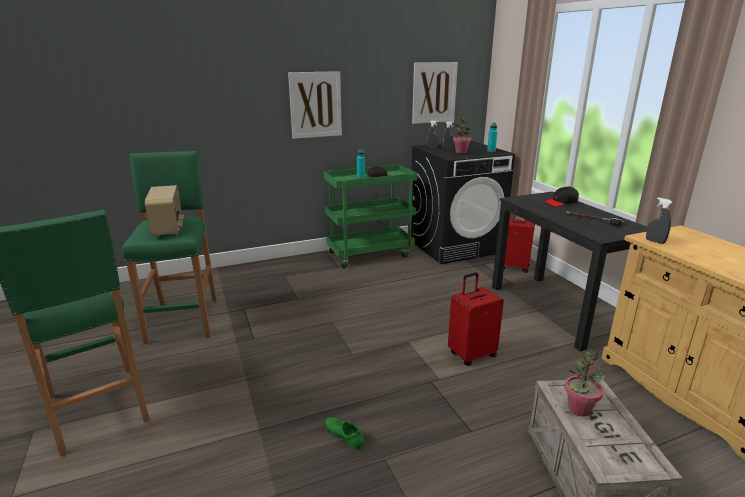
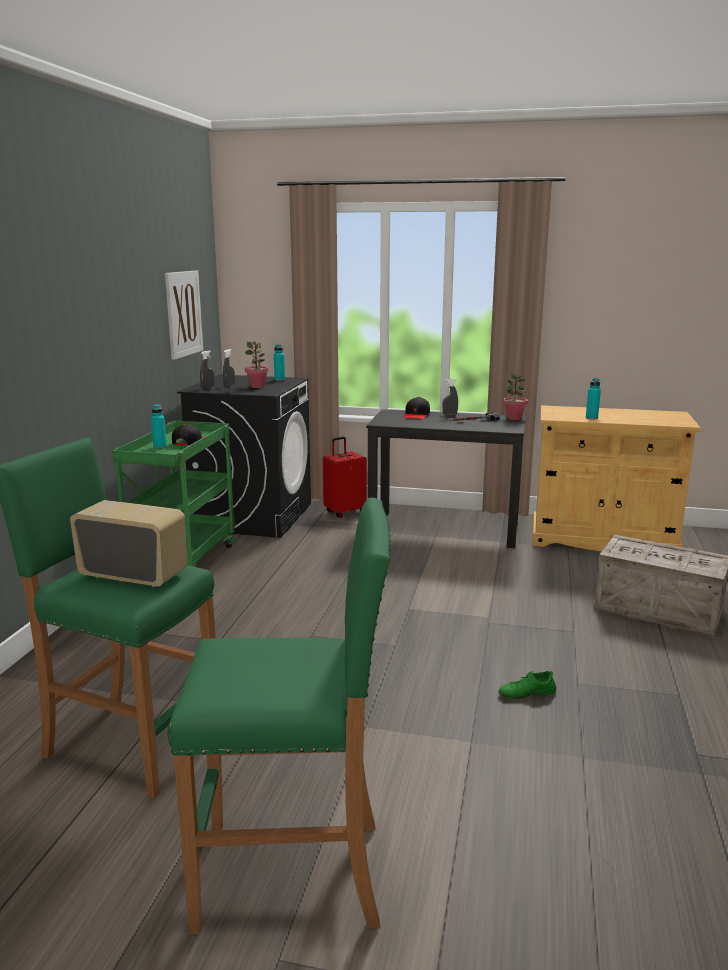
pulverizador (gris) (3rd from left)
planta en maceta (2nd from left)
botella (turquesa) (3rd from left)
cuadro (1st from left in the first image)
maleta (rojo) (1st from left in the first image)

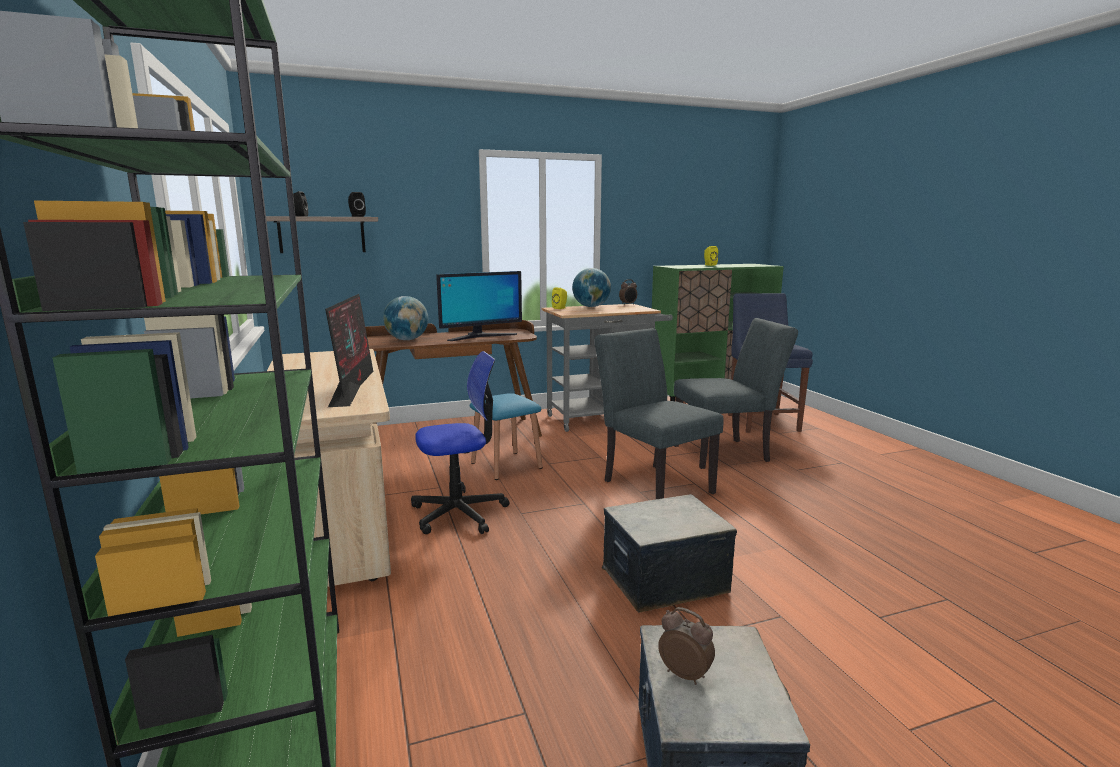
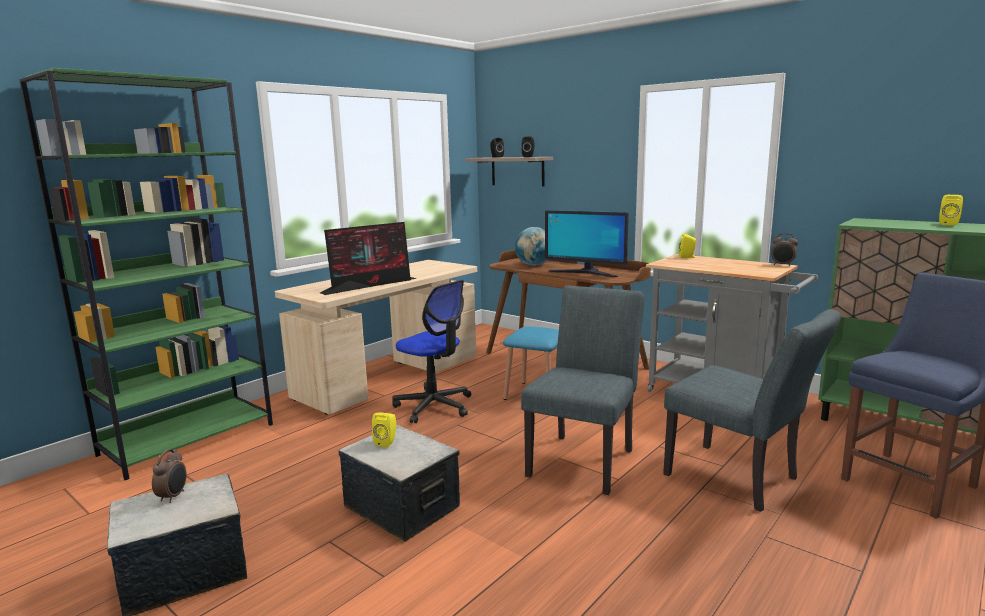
altavoz (amarillo) (1st from left)
globo terráqueo (2nd from left in the first image)

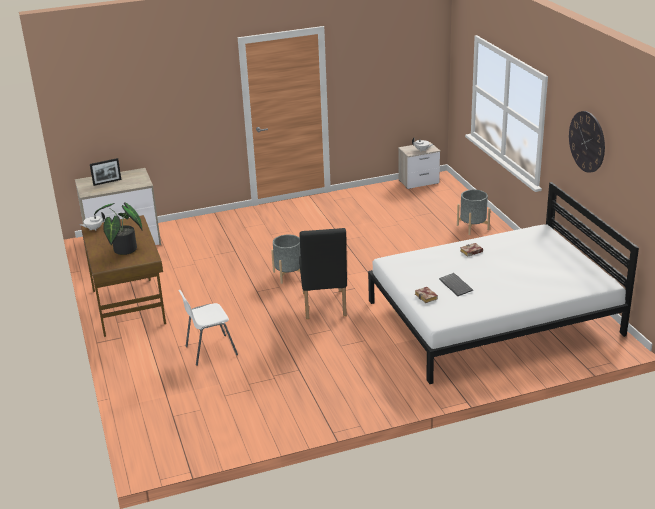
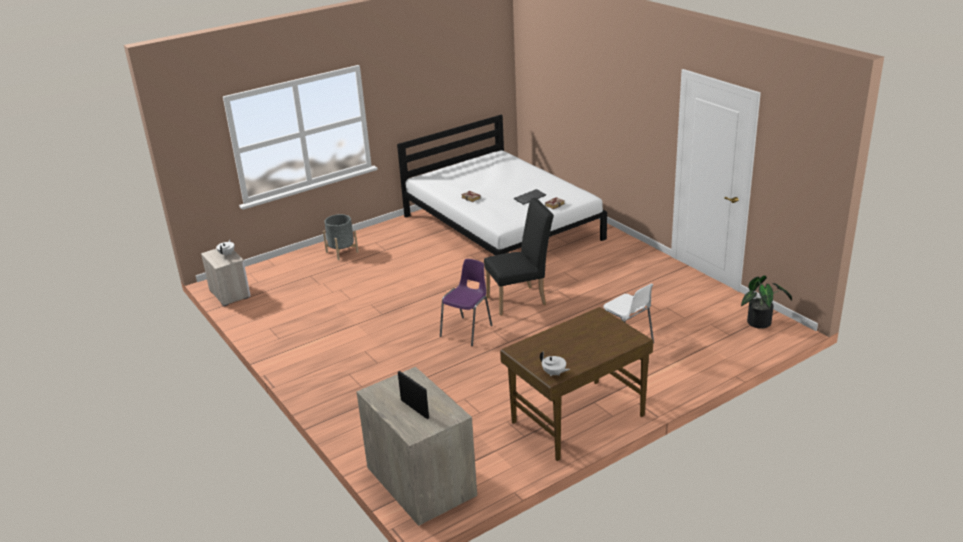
silla (morado)
planta en maceta
reloj de pared

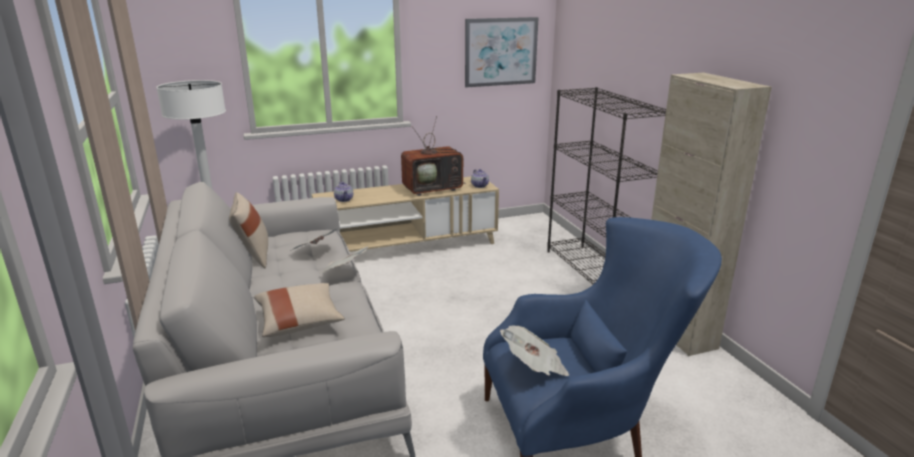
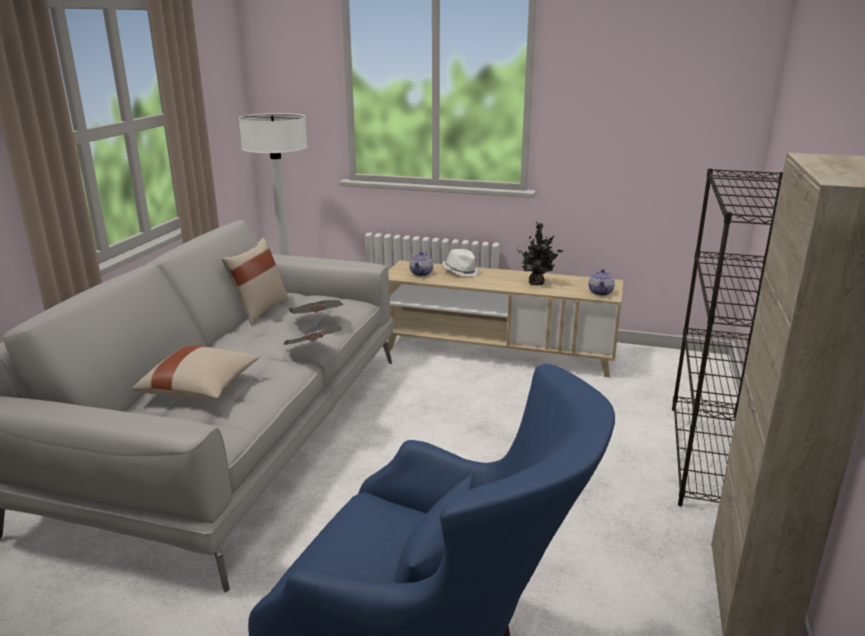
sombrero (blanco)
planta en maceta
cuadro
periódico (3rd from left in the first image)

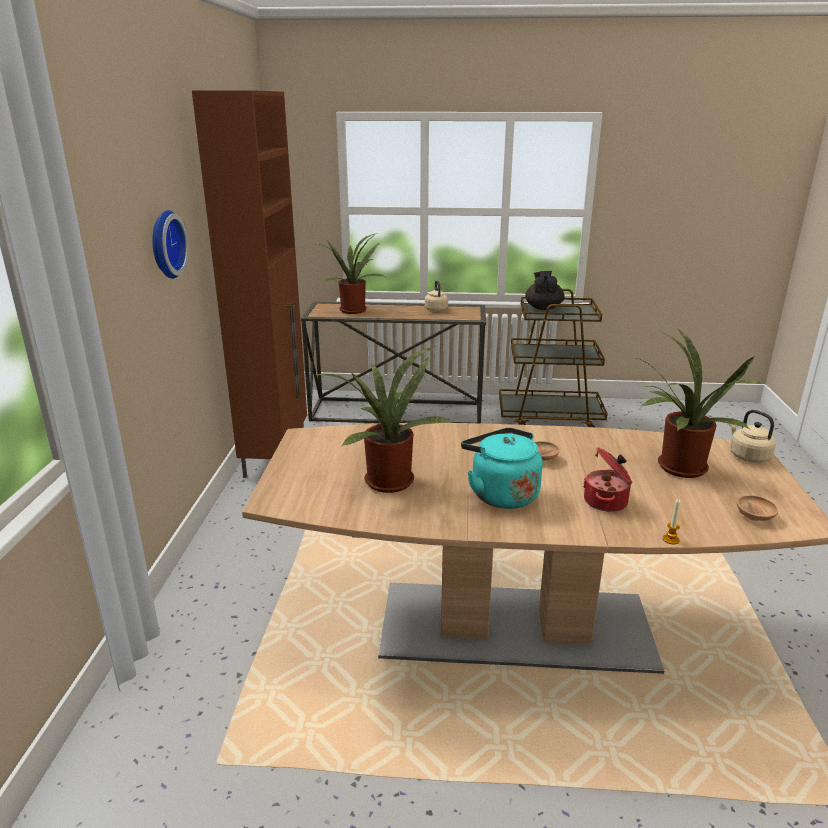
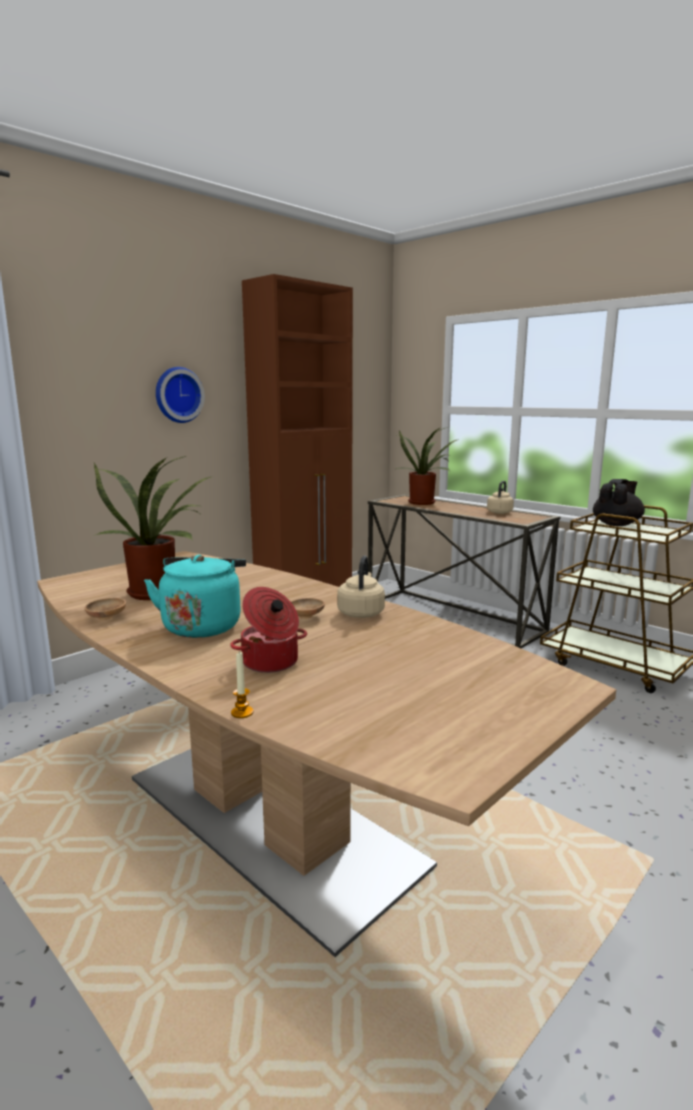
cuenco (marrón) (1st from left)
hervidor (beis) (1st from left)
planta en maceta (3rd from left in the first image)

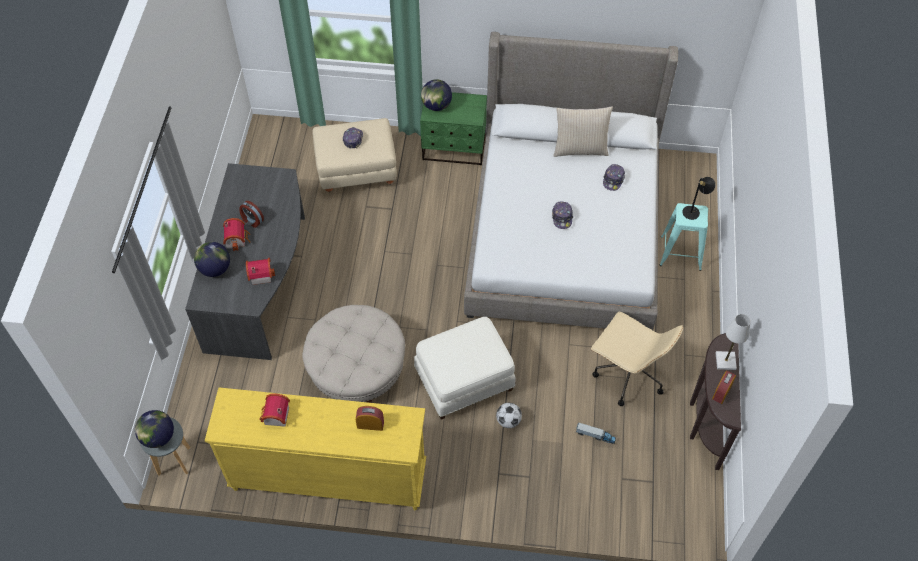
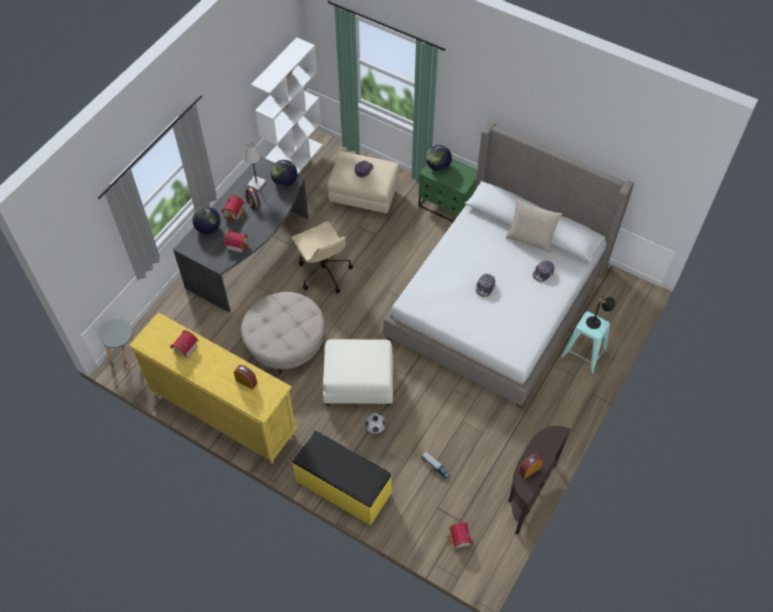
lámpara de mesa (blanco)
estantería (blanco)
globo terráqueo (2nd from left)
silla de oficina (beis)
banco (amarillo)
casita (4th from left)

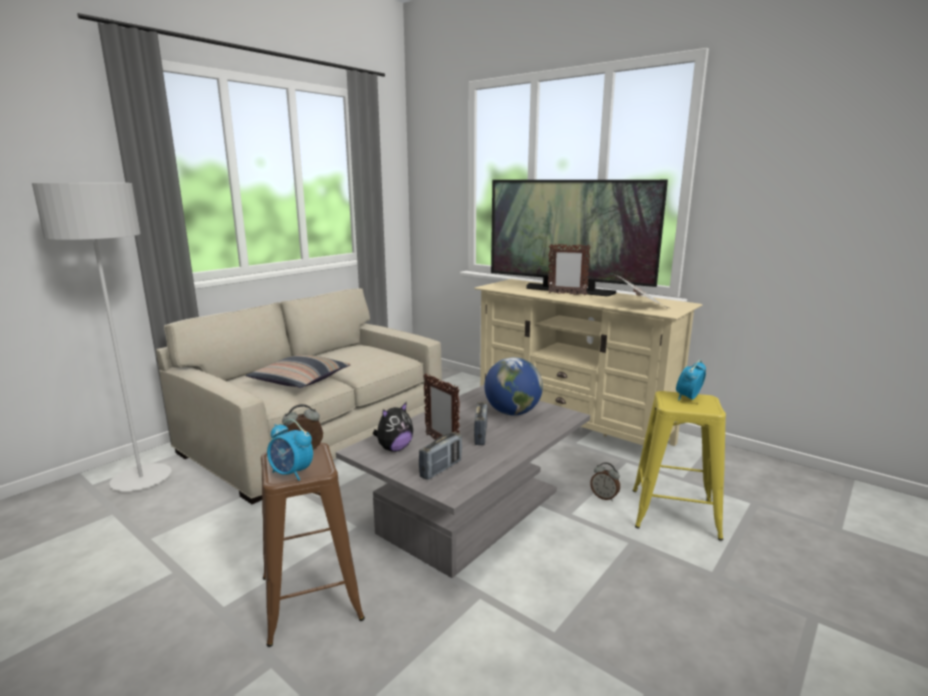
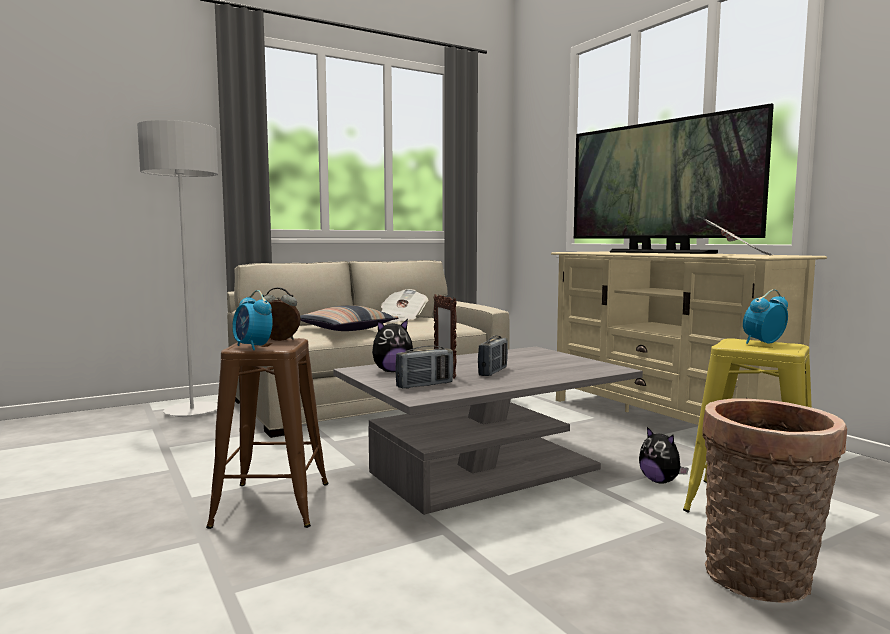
periódico (1st from left)
peluche (2nd from left)
cesta
globo terráqueo
portarretratos (2nd from left in the first image)

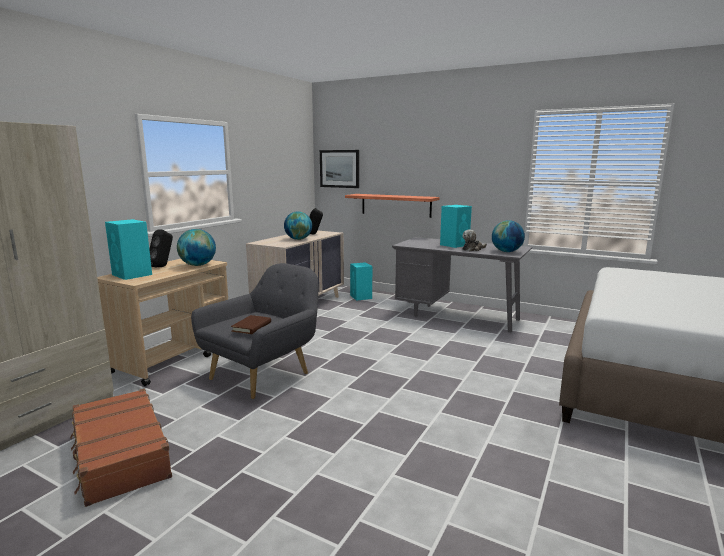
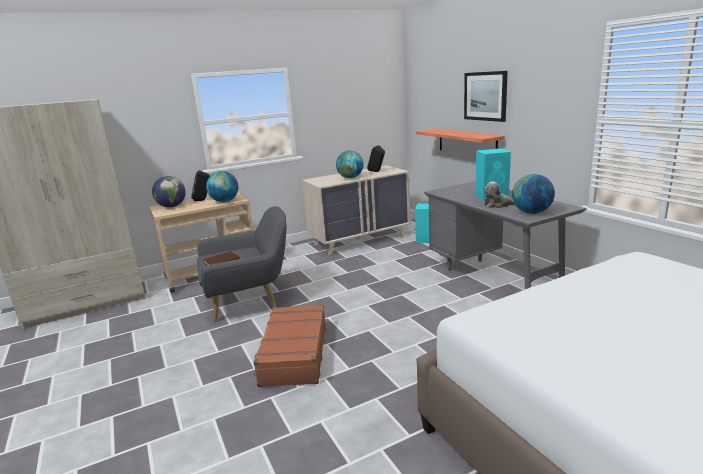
globo terráqueo (1st from left)
maleta (marrón)
cuadro

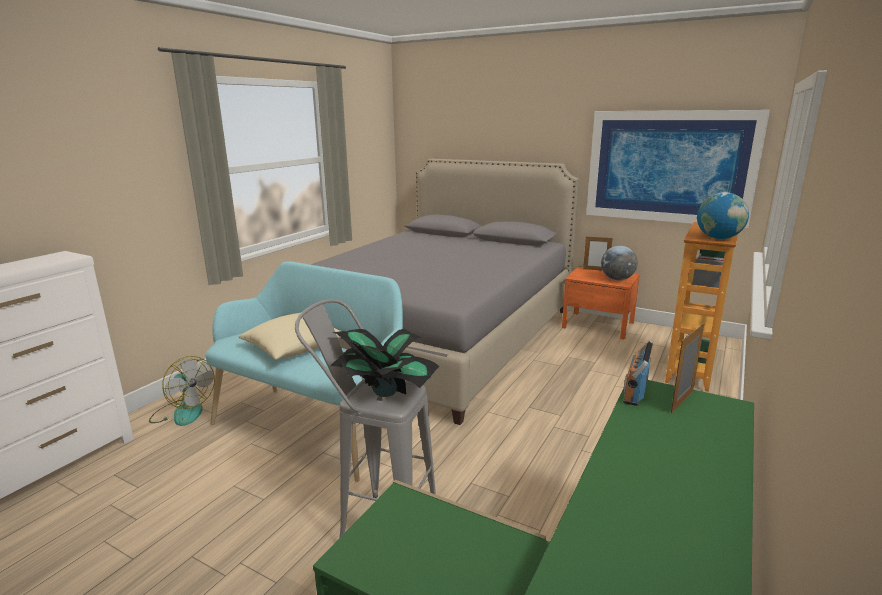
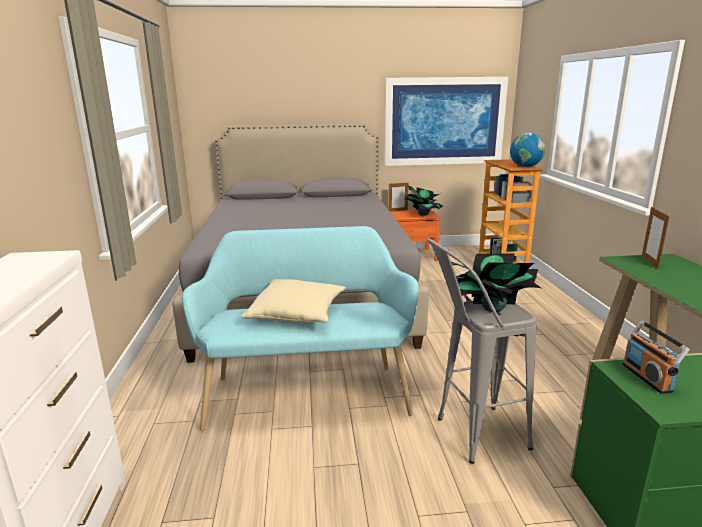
planta en maceta (1st from left)
radio
ventilador

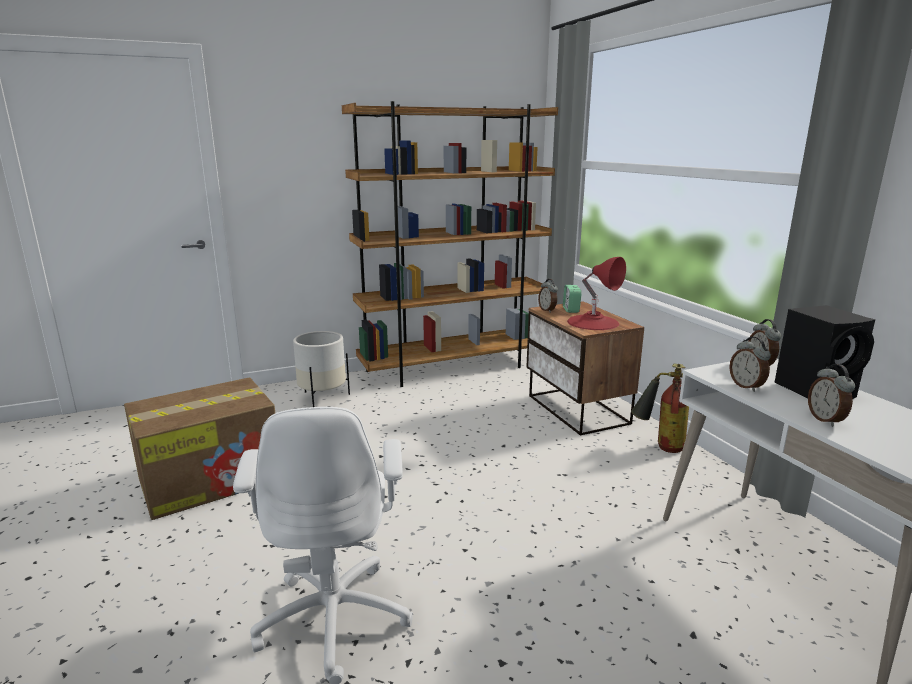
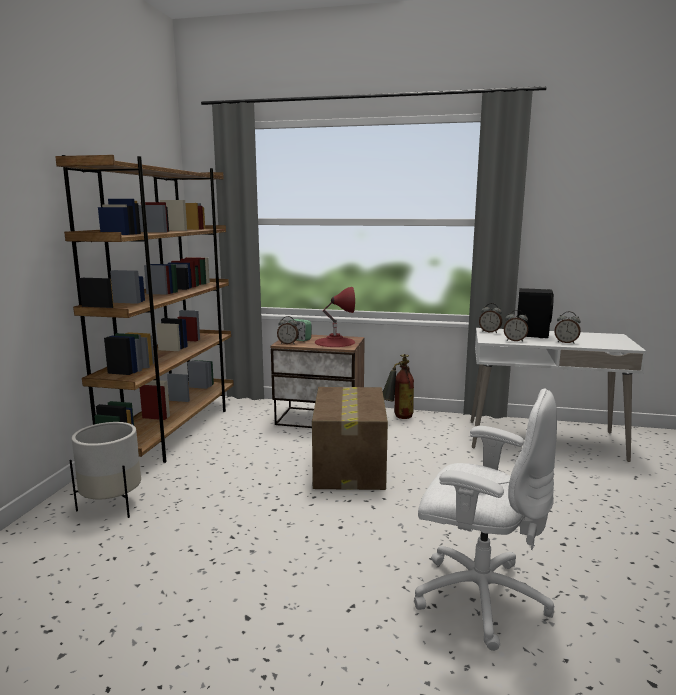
caja de cartón

